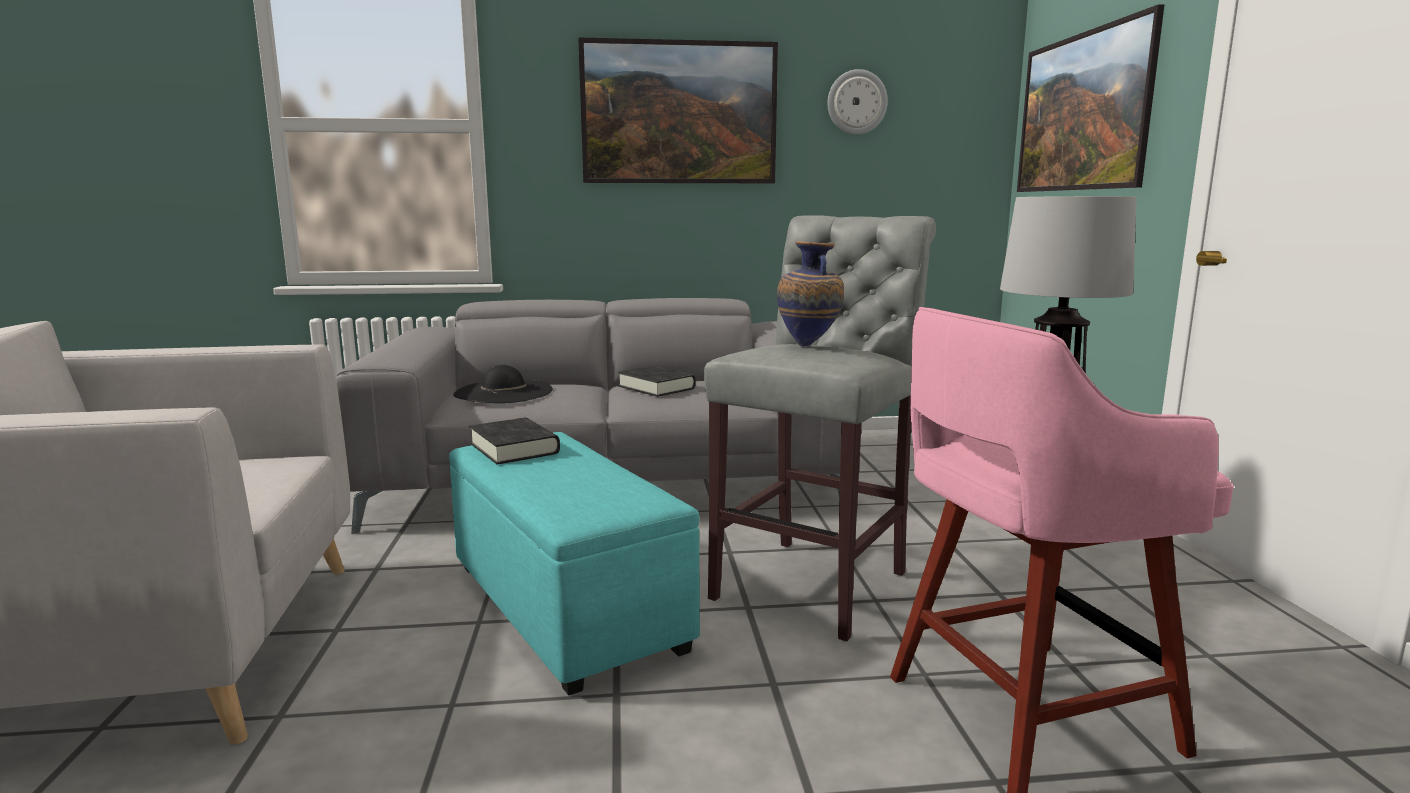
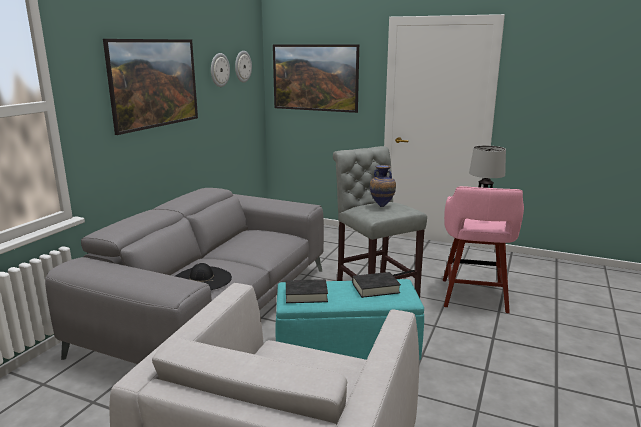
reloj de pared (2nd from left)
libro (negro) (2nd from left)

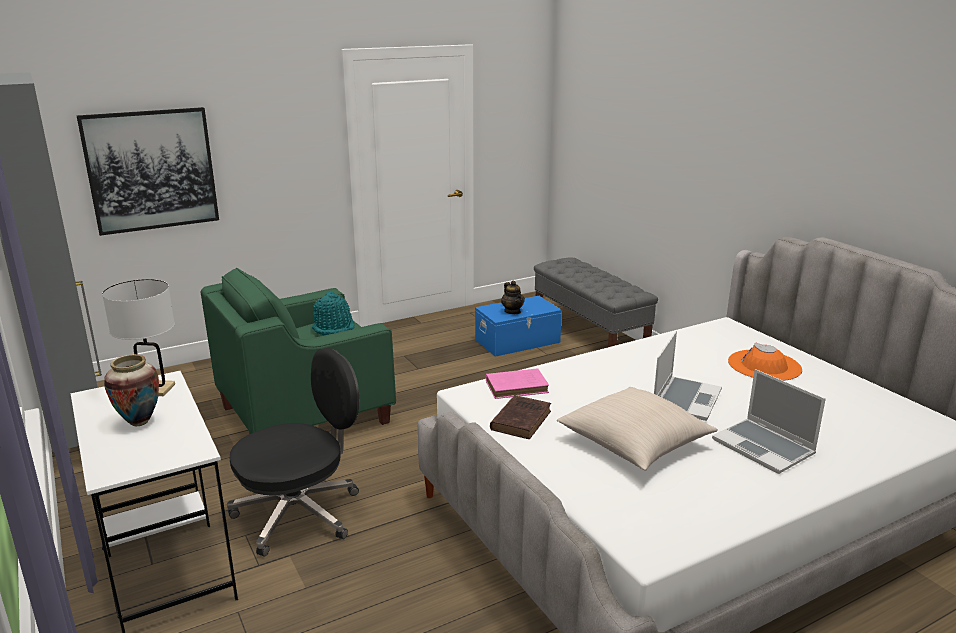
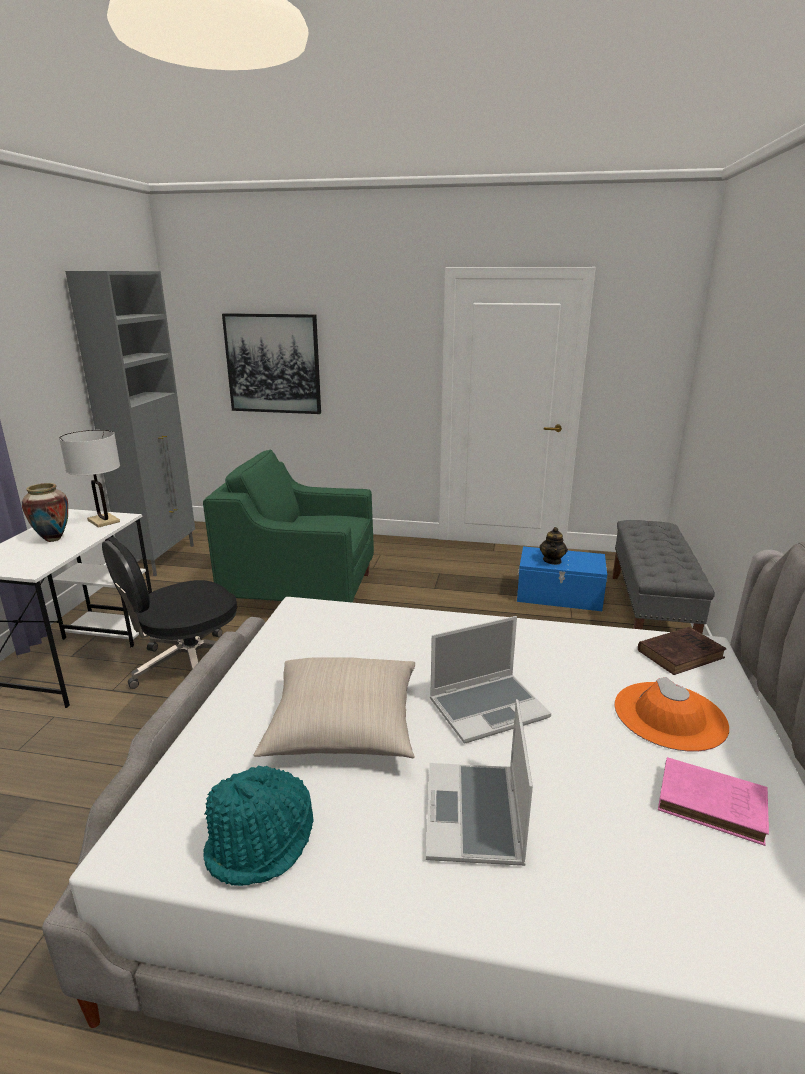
silla de oficina (negro)
sombrero (turquesa)
libro (marrón)
libro (rosa)

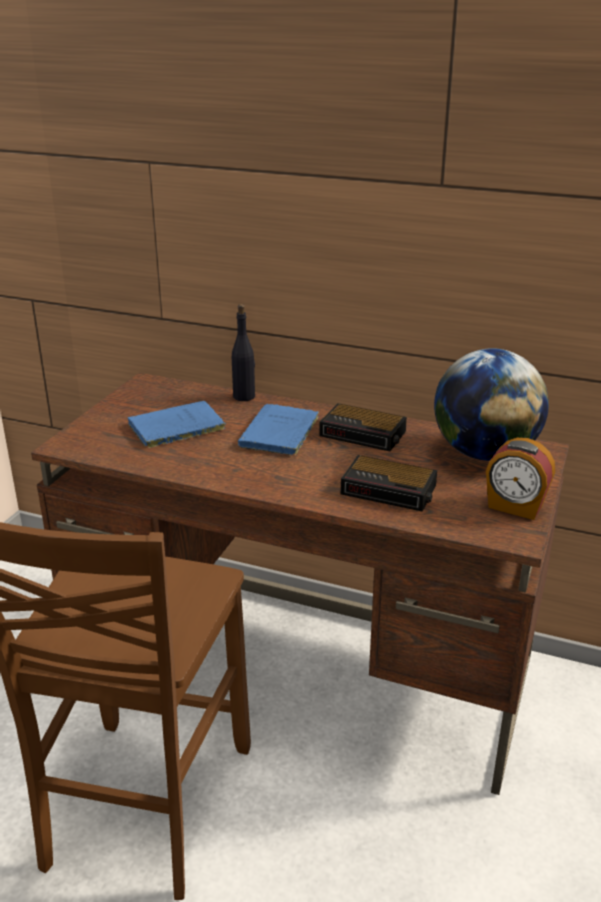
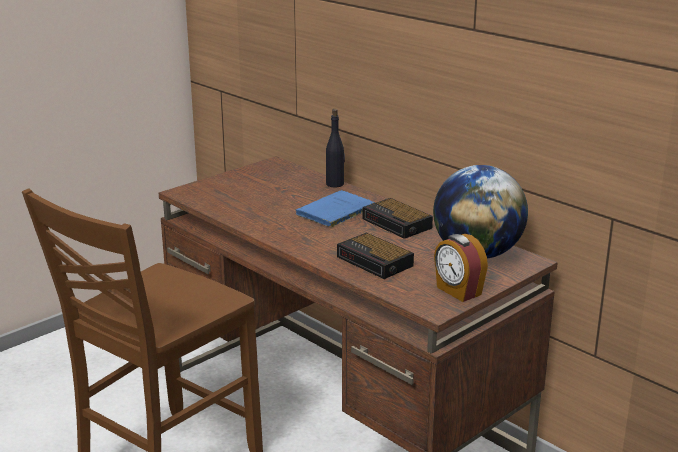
libro (azul) (1st from left in the first image)

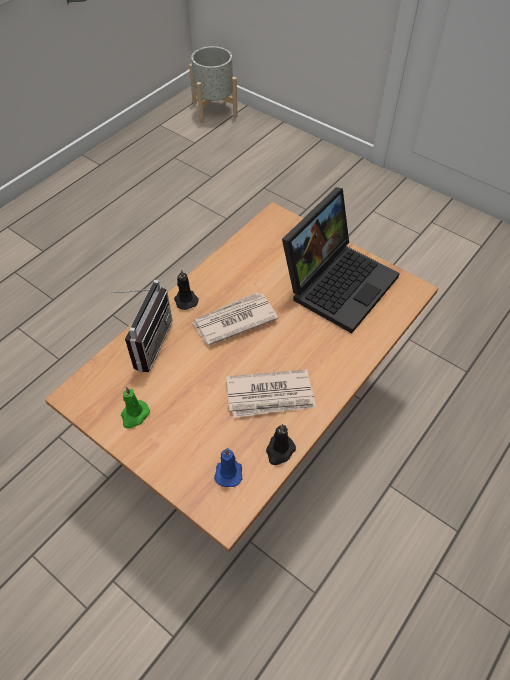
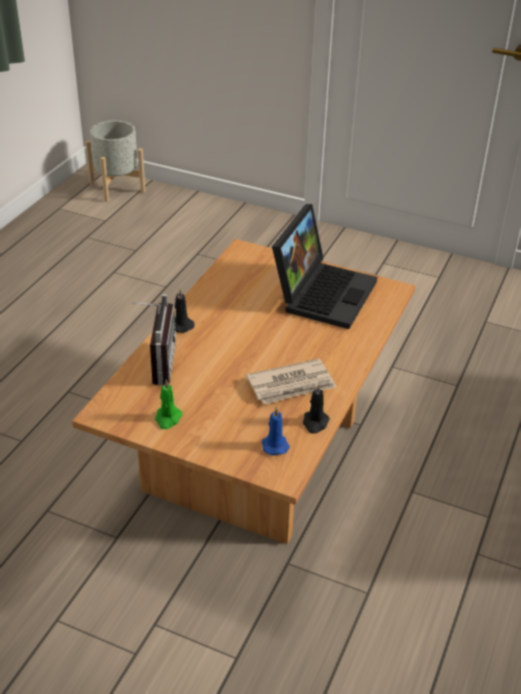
periódico (1st from left in the first image)

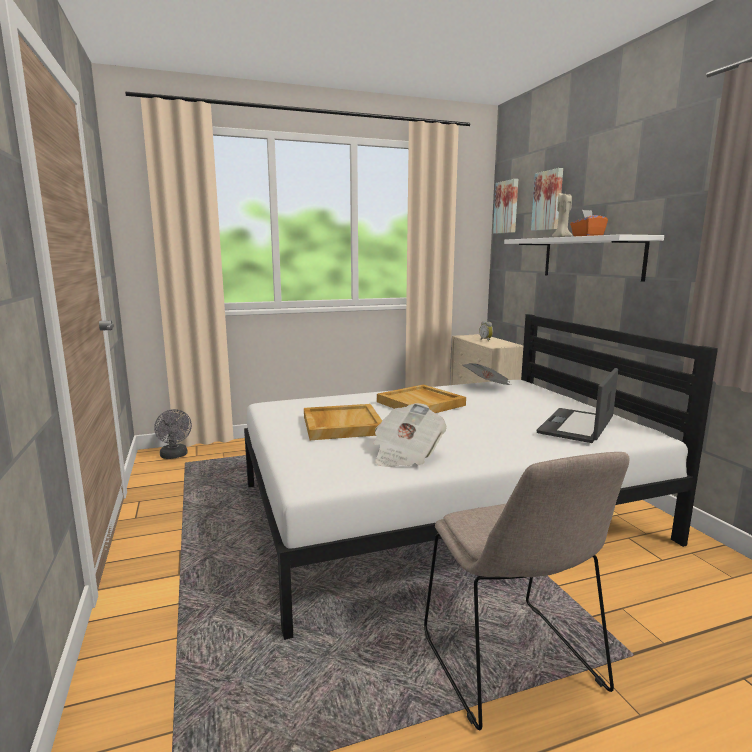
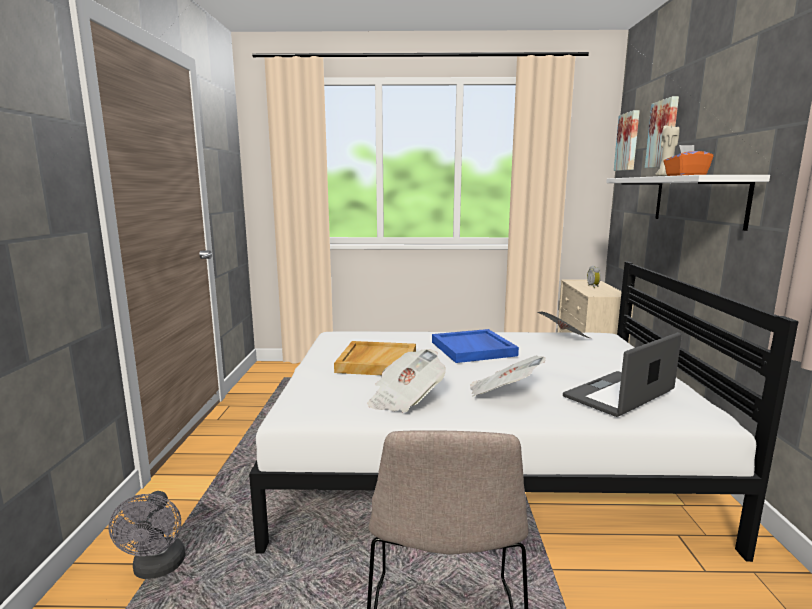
ventilador (gris)
bandeja (azul)
periódico (2nd from left)

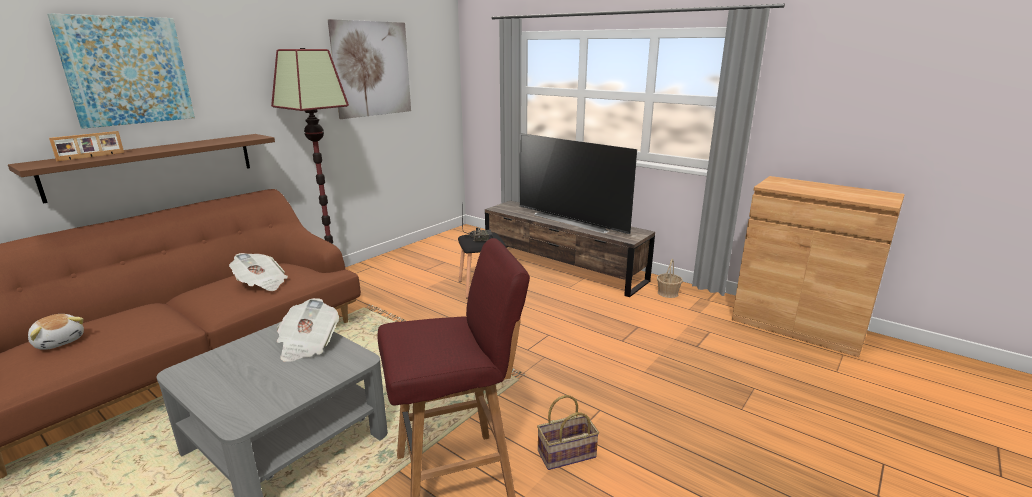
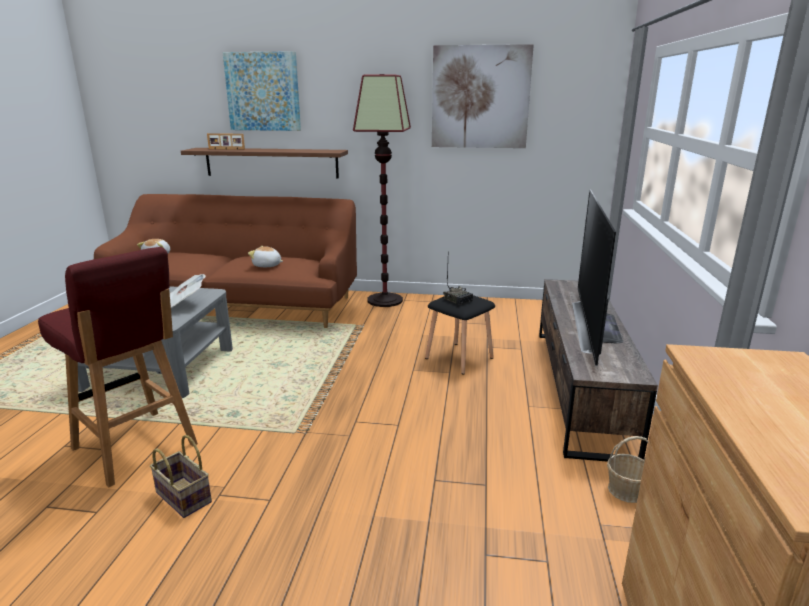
peluche (2nd from left)

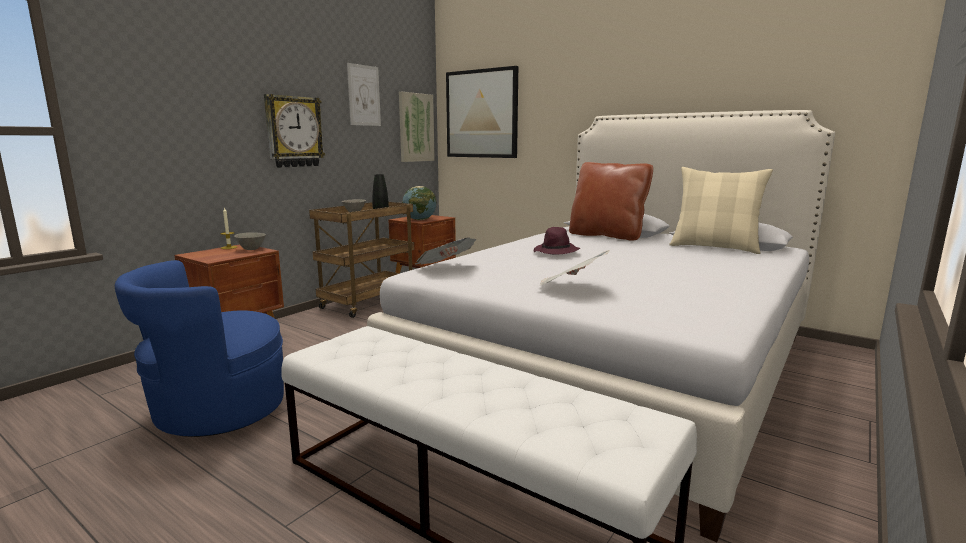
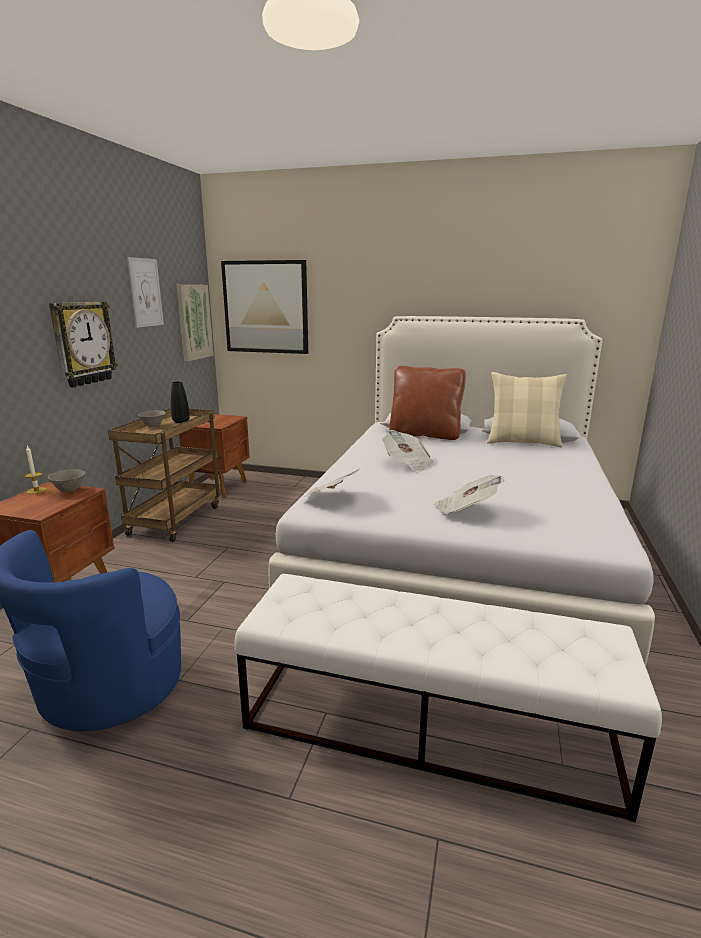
periódico (2nd from left)
globo terráqueo

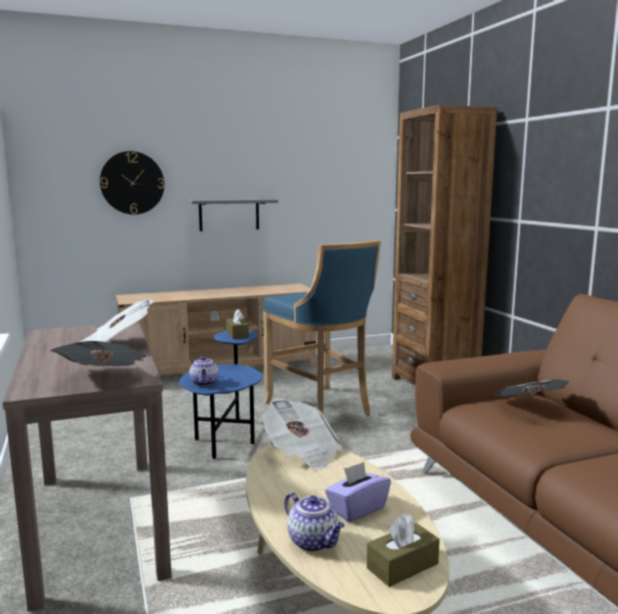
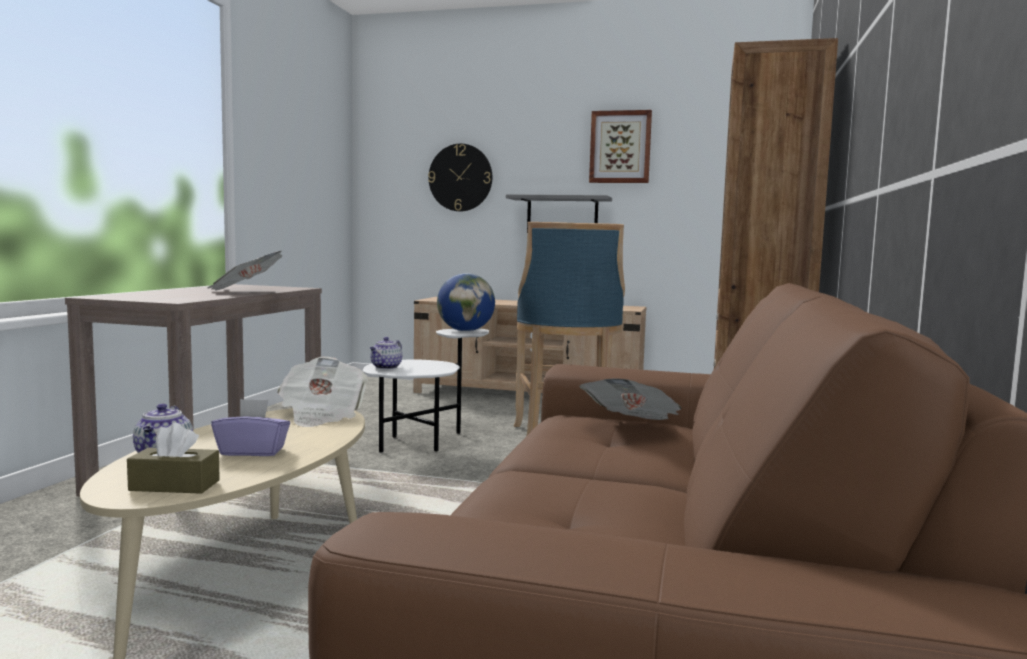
mesa auxiliar (blanco)
globo terráqueo
cuadro
periódico (1st from left in the first image)

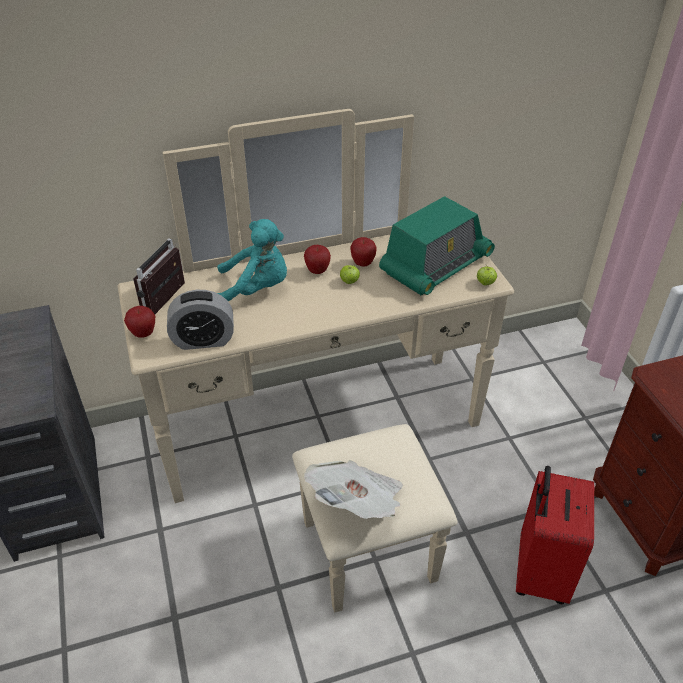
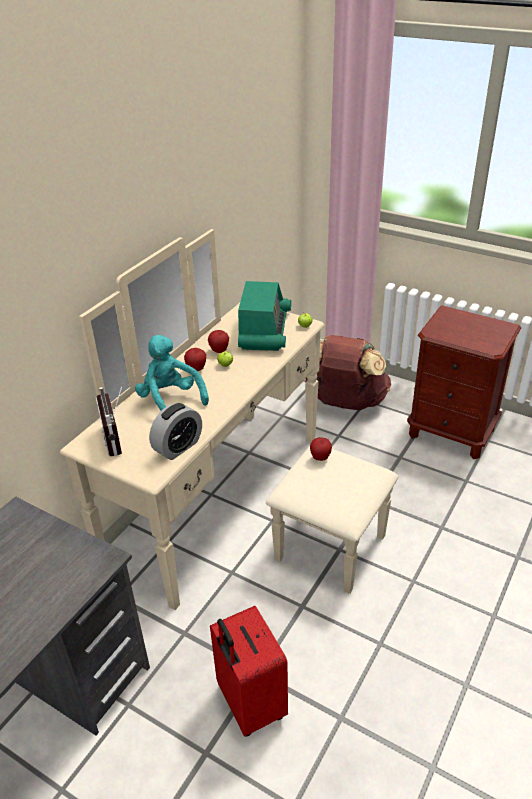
peluche (turquesa)
maleta (rojo)
mochila (marrón)
manzana (5th from left)
periódico

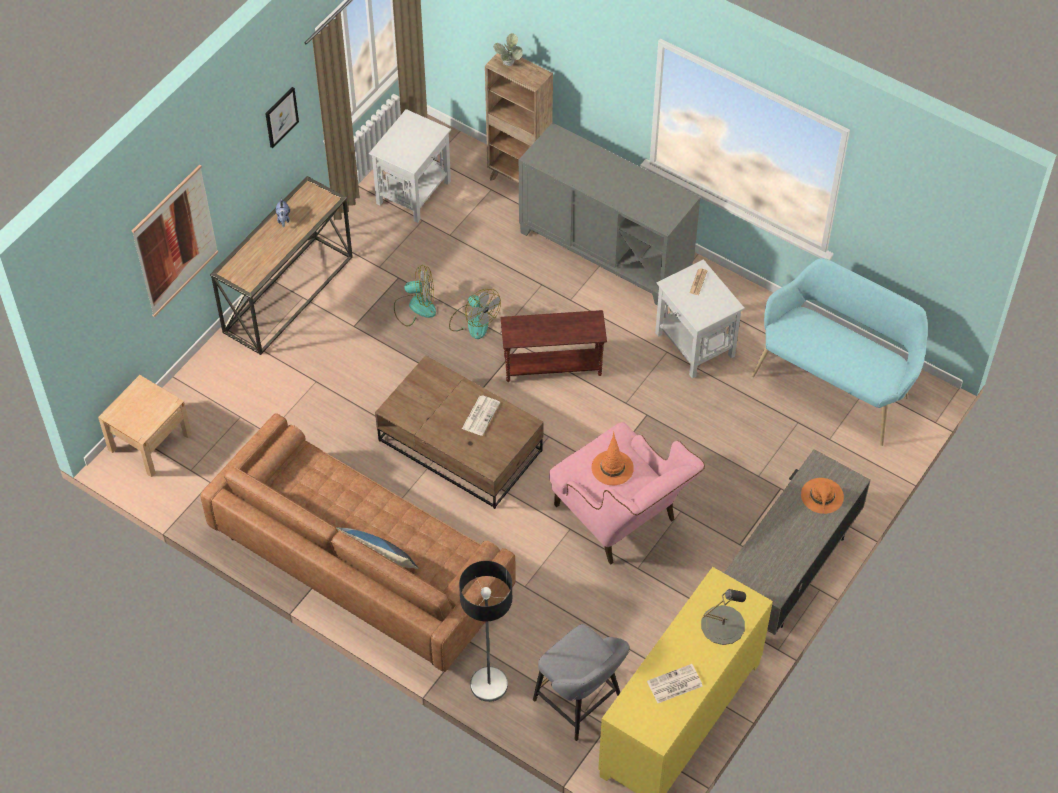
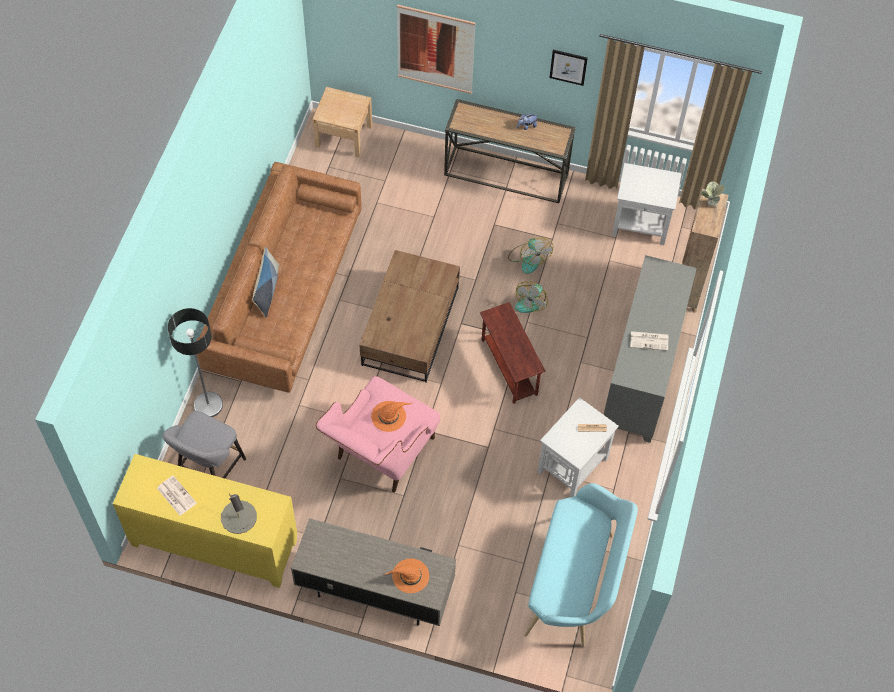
periódico (3rd from left)

